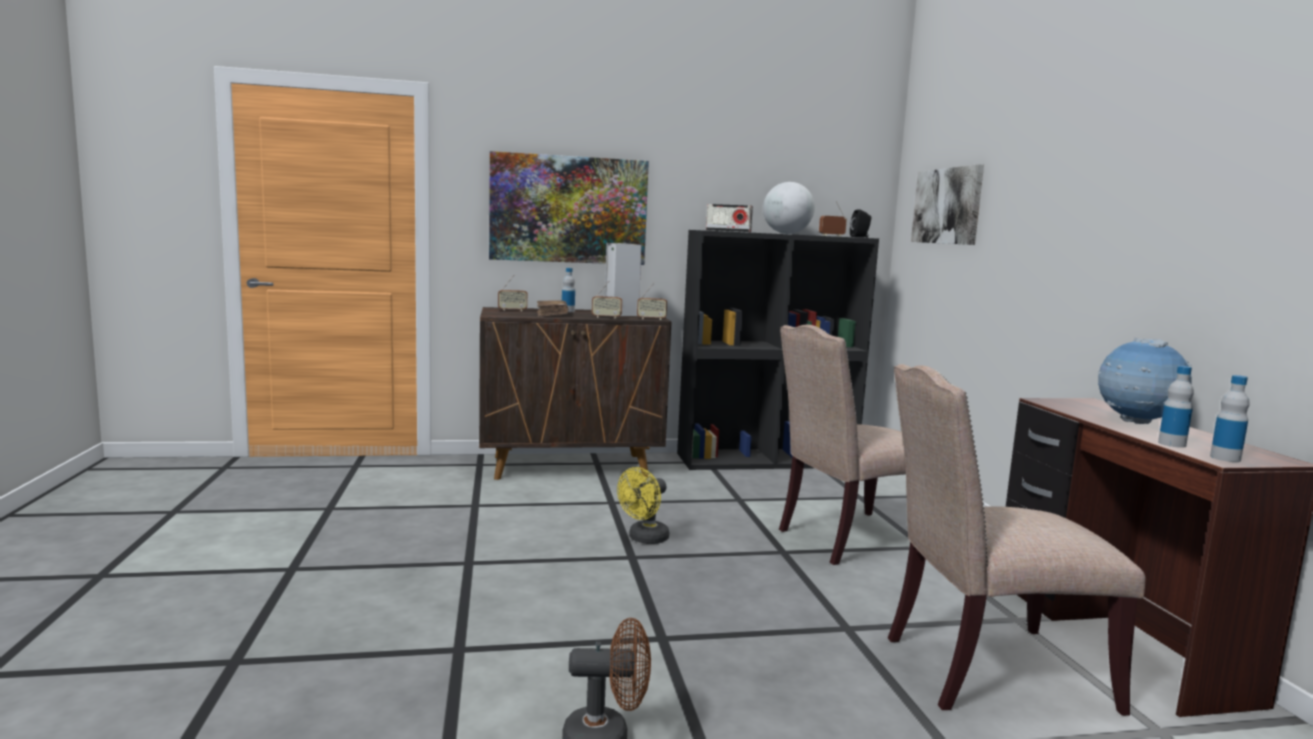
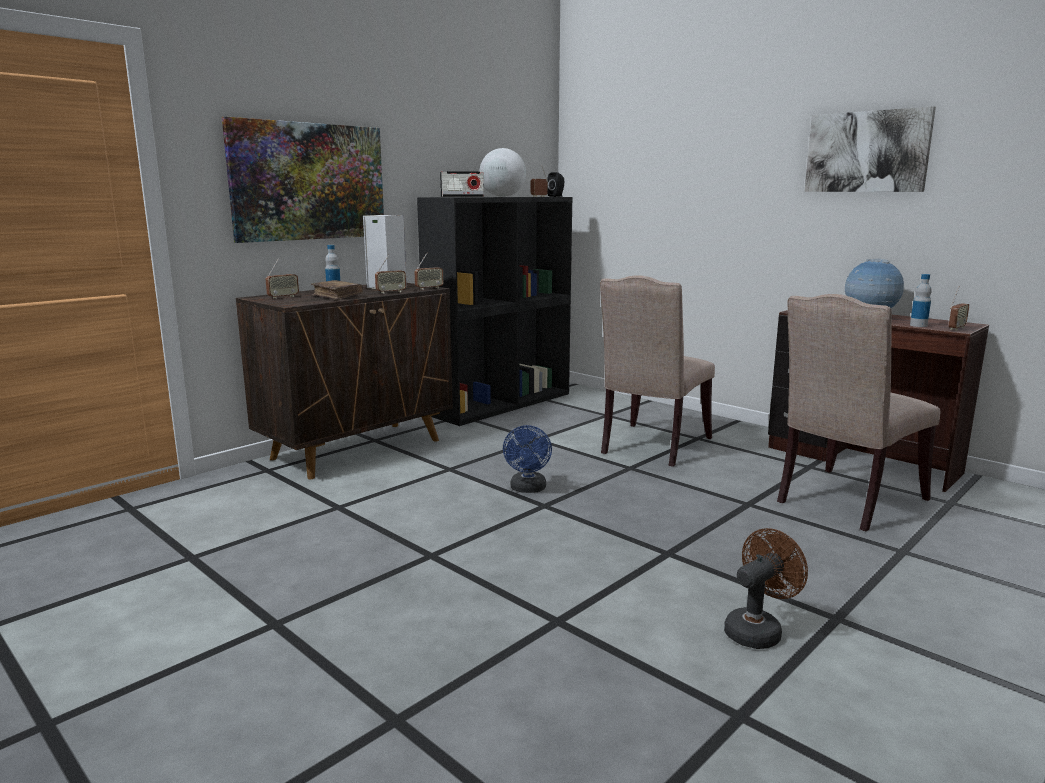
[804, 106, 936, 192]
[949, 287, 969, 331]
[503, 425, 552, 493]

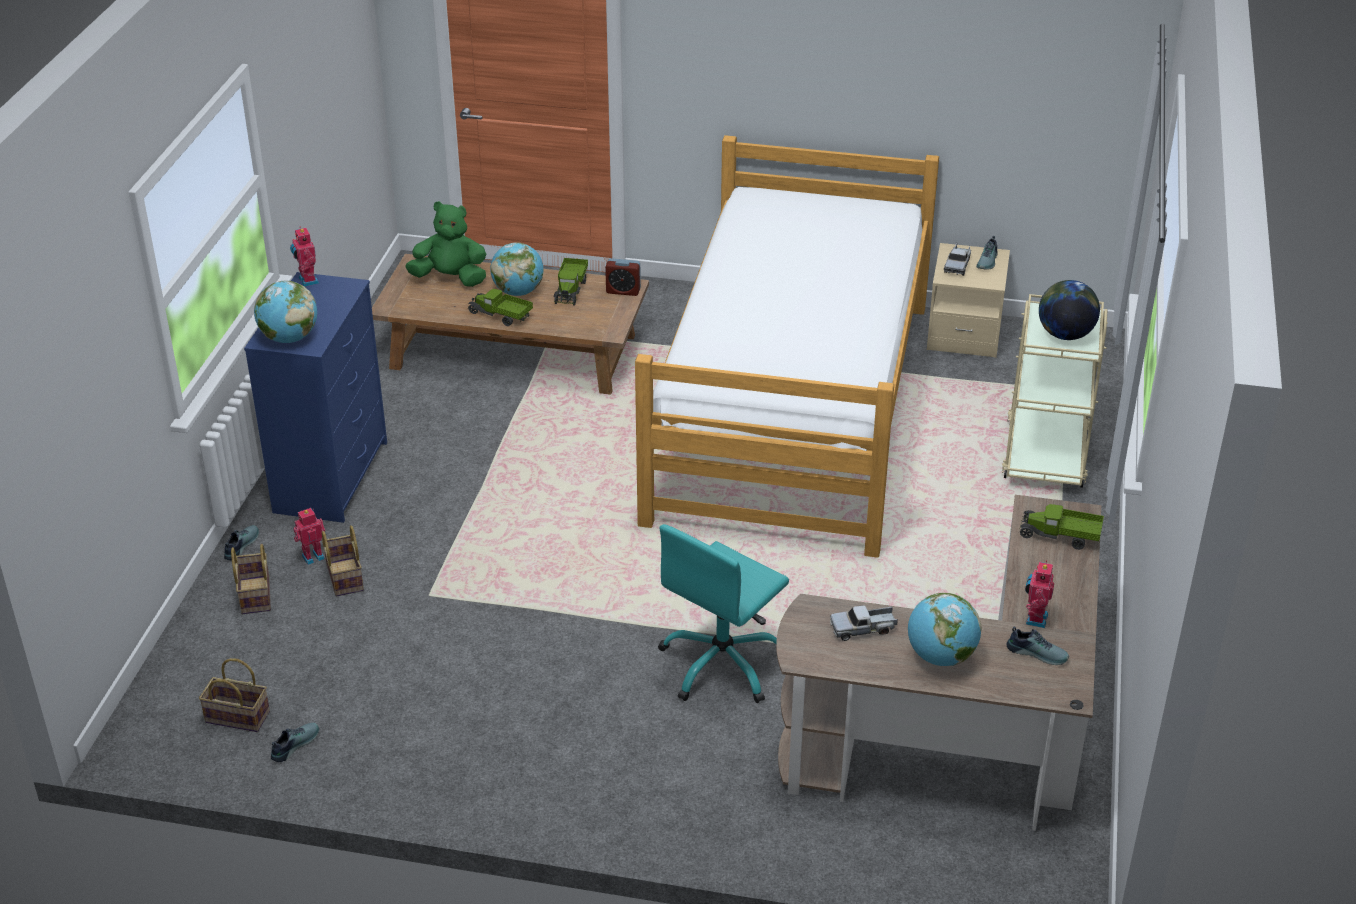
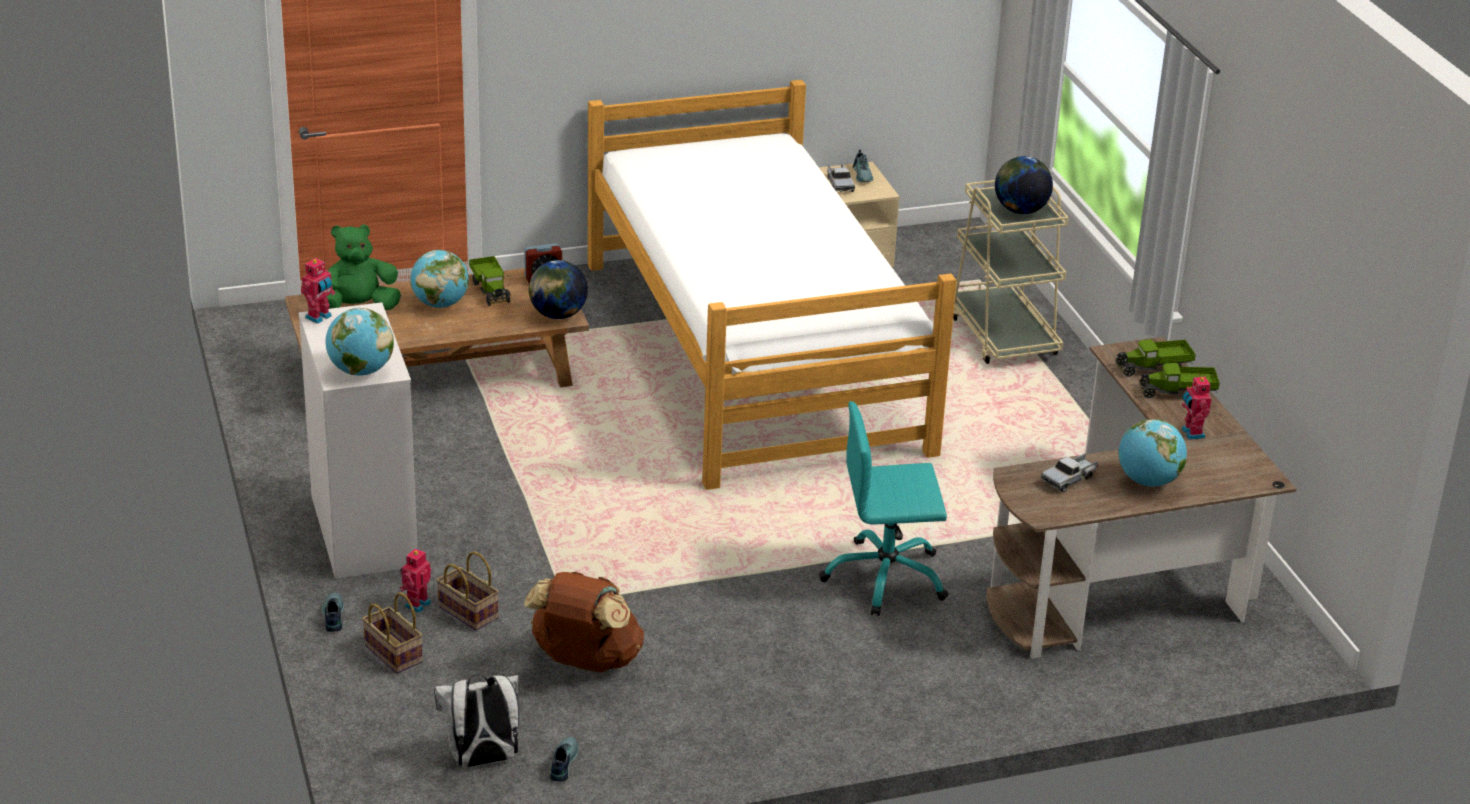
[1007, 627, 1069, 665] (first image)
[524, 571, 644, 673]
[529, 260, 588, 319]
[1139, 363, 1220, 398]
[434, 674, 519, 767]
[299, 302, 417, 579]
[301, 258, 335, 324]
[819, 401, 949, 616]

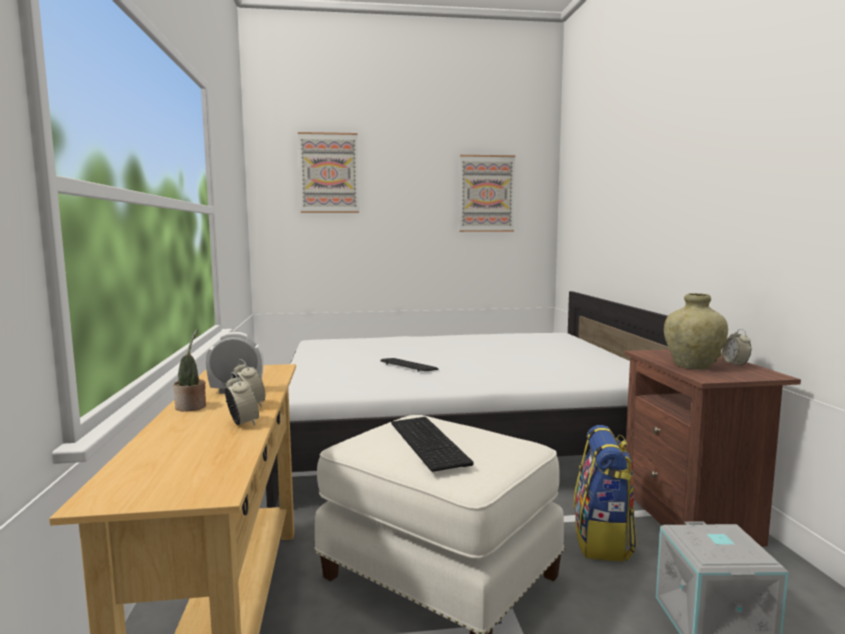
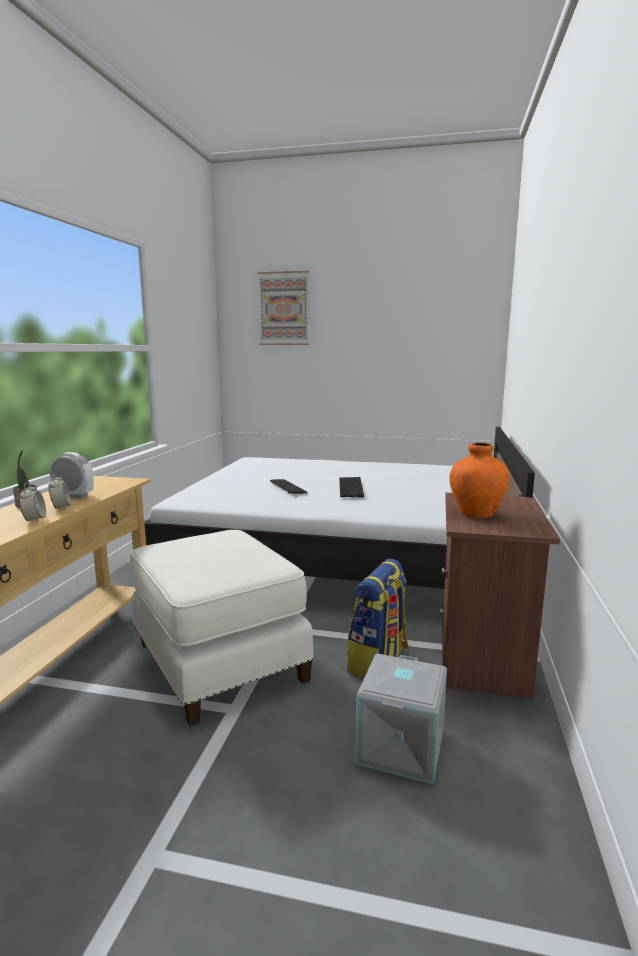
[459, 155, 515, 232] (first image)
[722, 329, 751, 366] (first image)
[339, 477, 364, 497]
[450, 442, 510, 518]

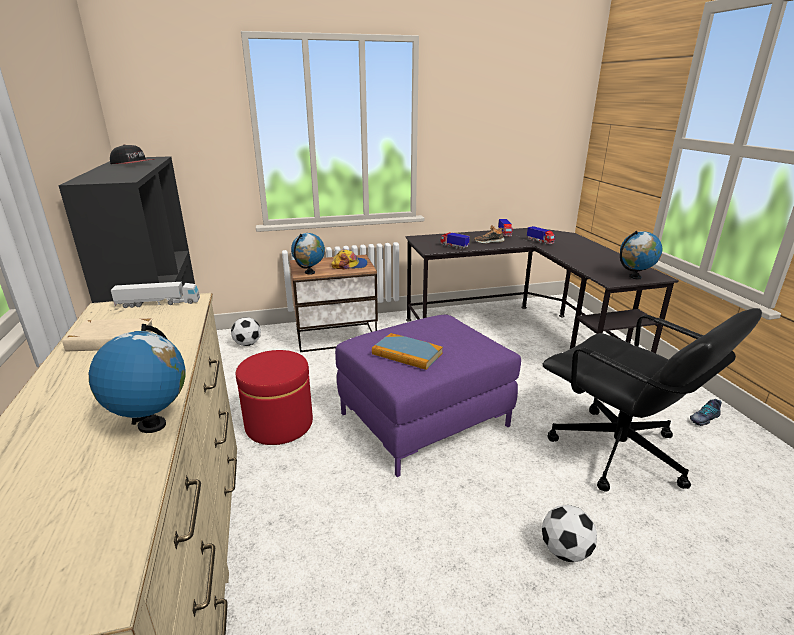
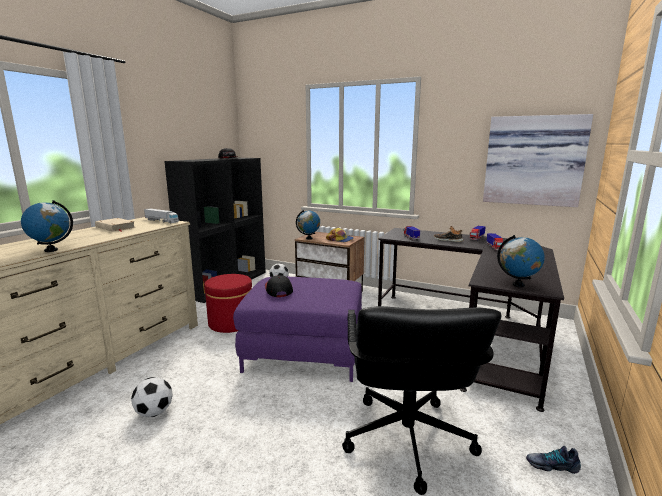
[483, 114, 593, 207]
[131, 377, 173, 417]
[265, 275, 293, 297]

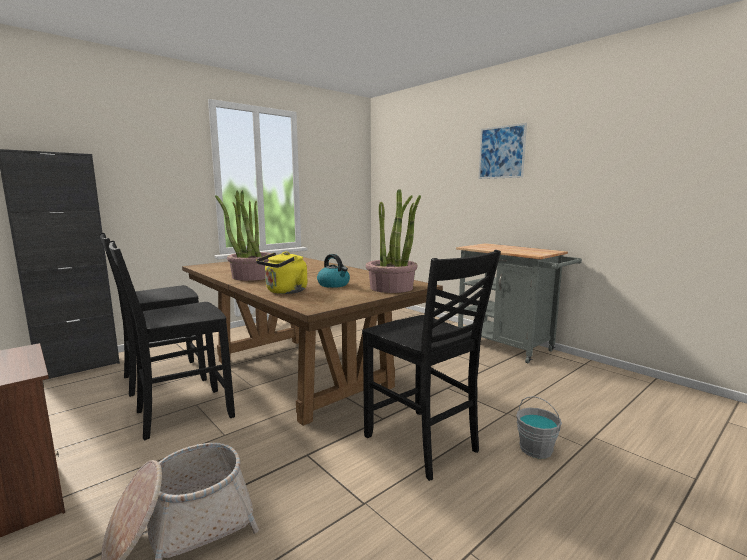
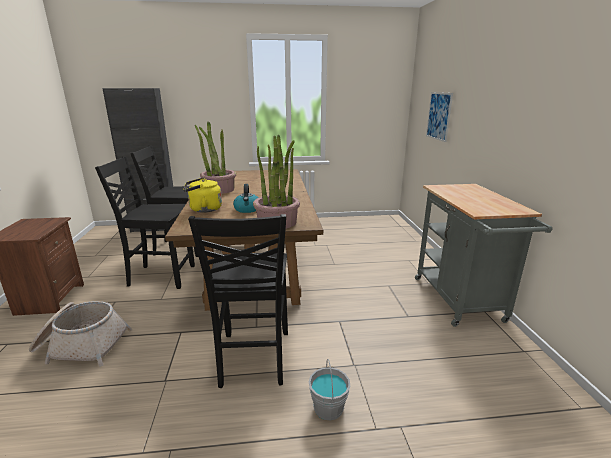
[426, 92, 453, 142]

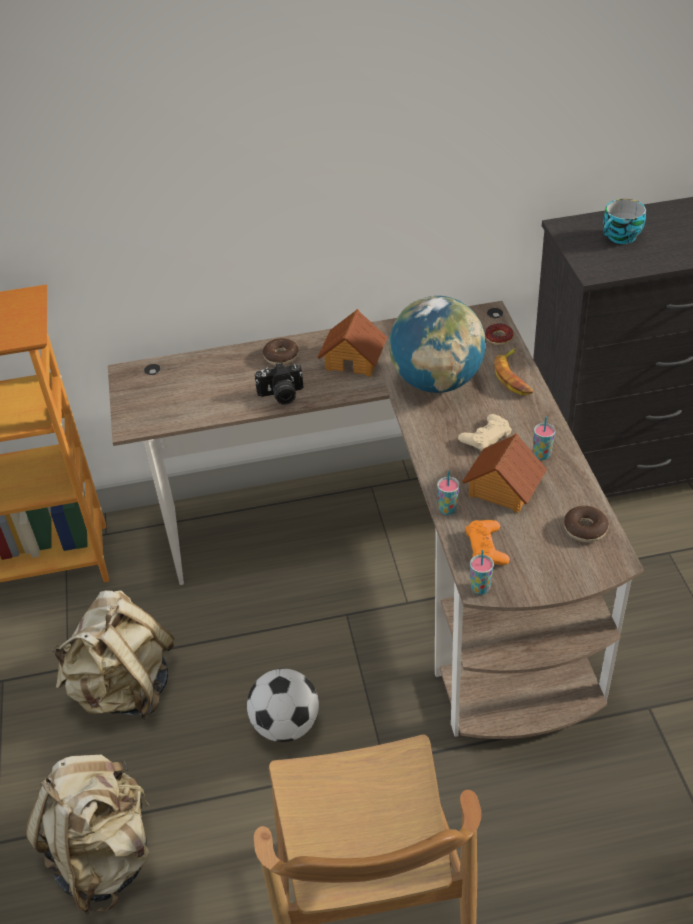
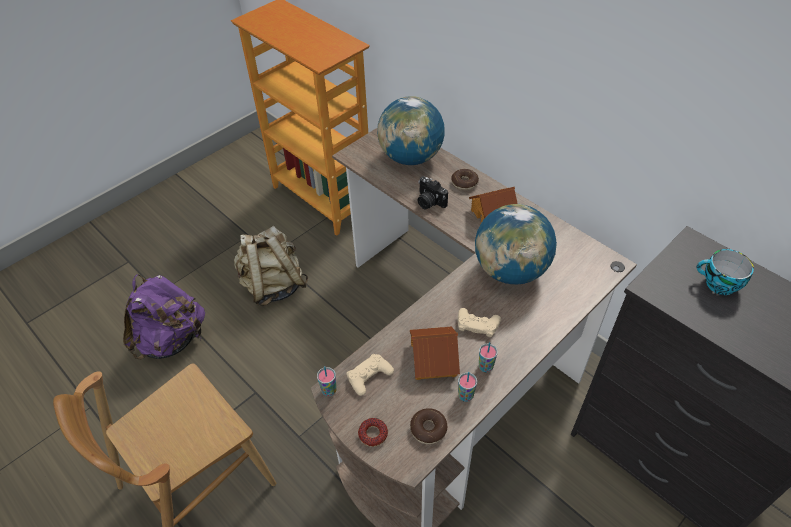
[247, 668, 319, 742] (first image)
[494, 348, 533, 395] (first image)
[377, 96, 445, 165]
[458, 372, 477, 402]
[358, 418, 388, 447]
[123, 274, 205, 360]
[346, 354, 394, 396]

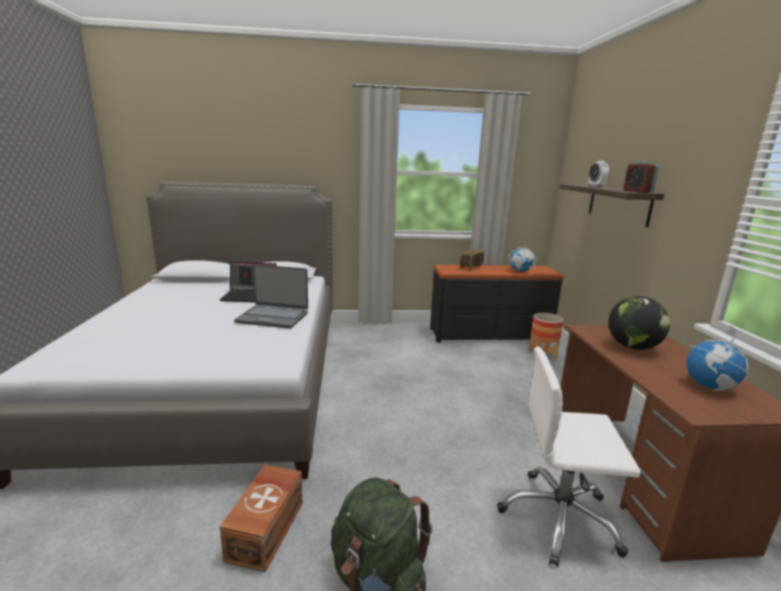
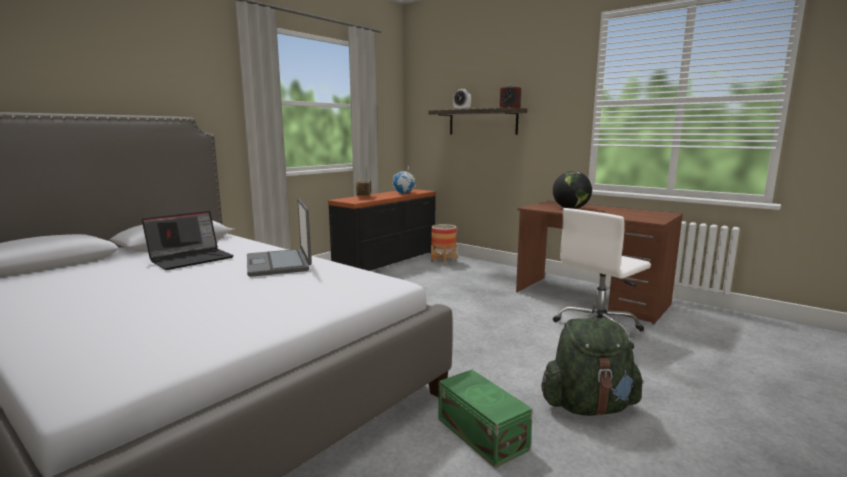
[687, 325, 751, 391] (first image)
[438, 370, 533, 468]
[247, 198, 312, 277]

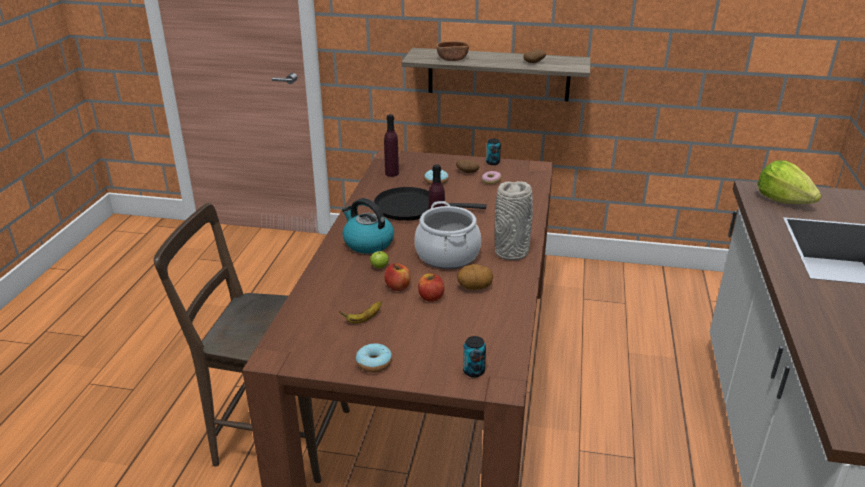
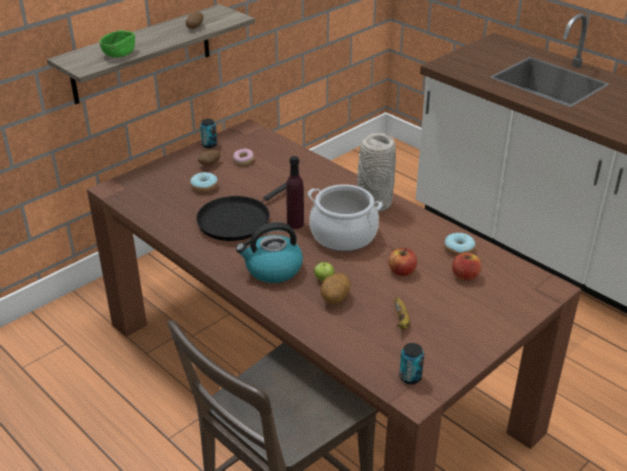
[384, 114, 399, 177] (first image)
[757, 160, 821, 204] (first image)
[444, 233, 475, 256]
[452, 253, 481, 281]
[321, 273, 351, 304]
[399, 343, 424, 384]
[99, 30, 135, 58]

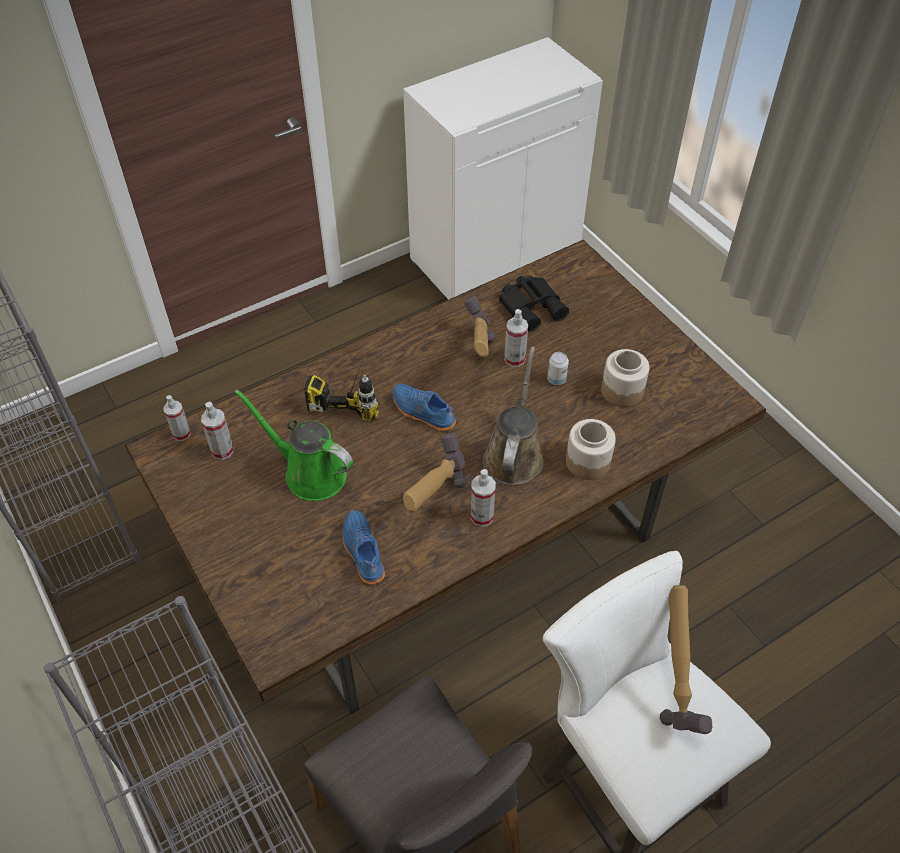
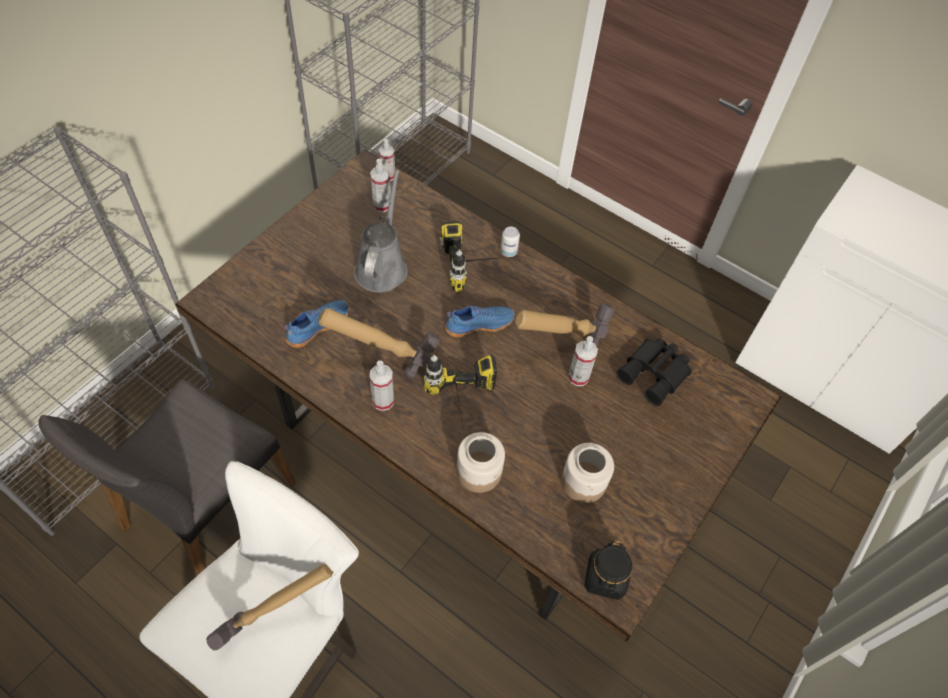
[584, 541, 632, 600]
[500, 226, 520, 257]
[424, 355, 497, 433]
[354, 170, 408, 293]
[445, 306, 514, 337]

